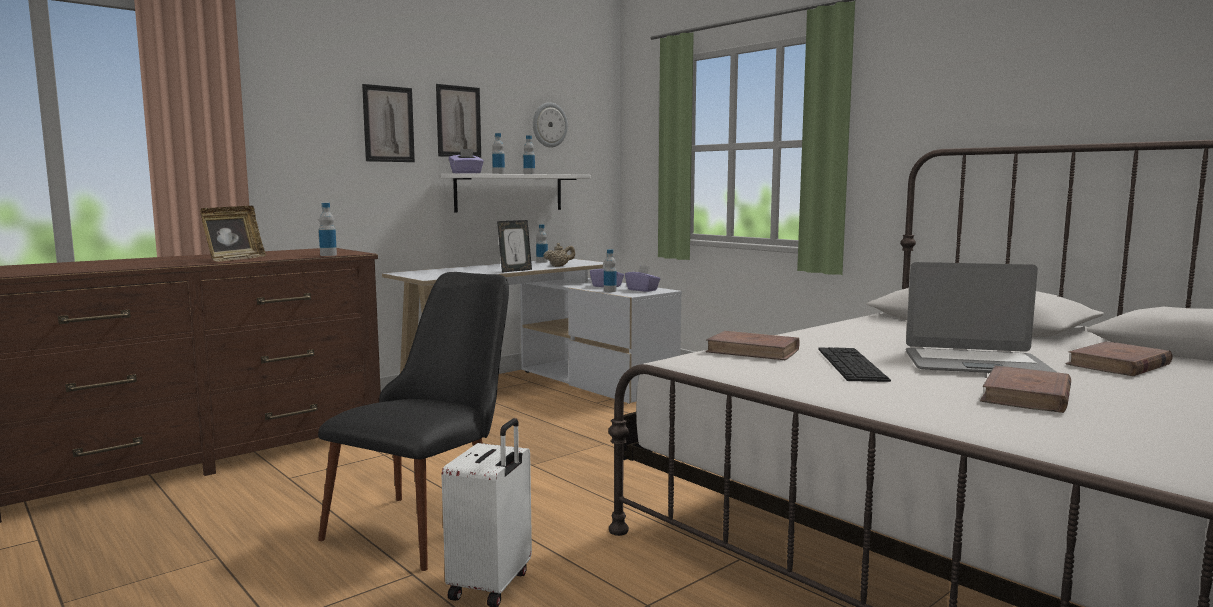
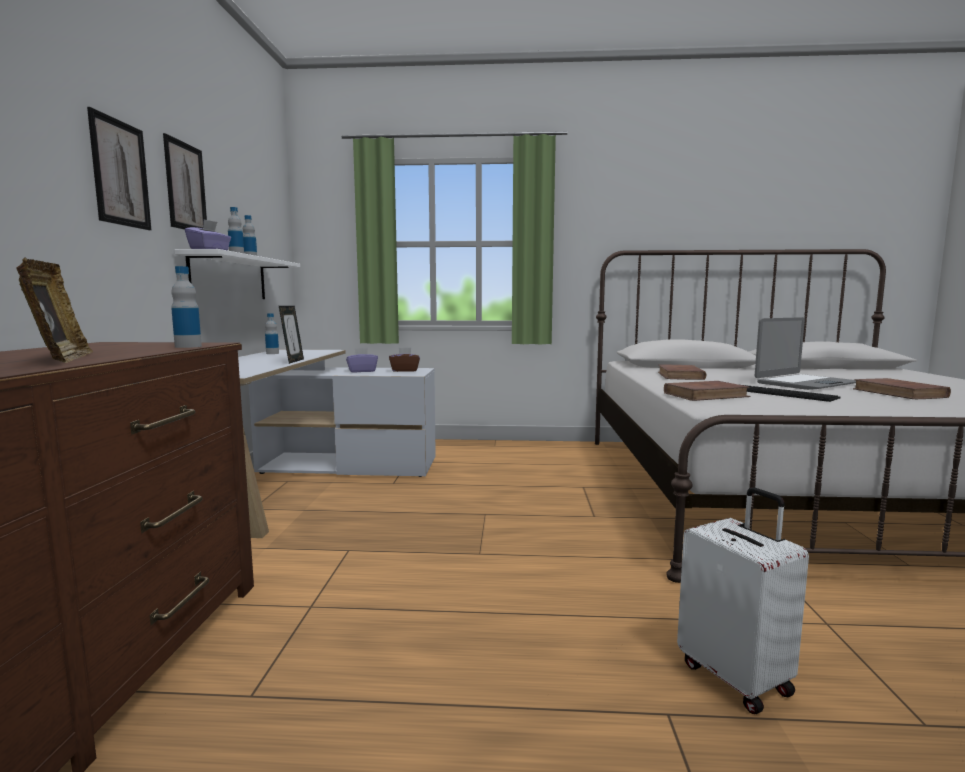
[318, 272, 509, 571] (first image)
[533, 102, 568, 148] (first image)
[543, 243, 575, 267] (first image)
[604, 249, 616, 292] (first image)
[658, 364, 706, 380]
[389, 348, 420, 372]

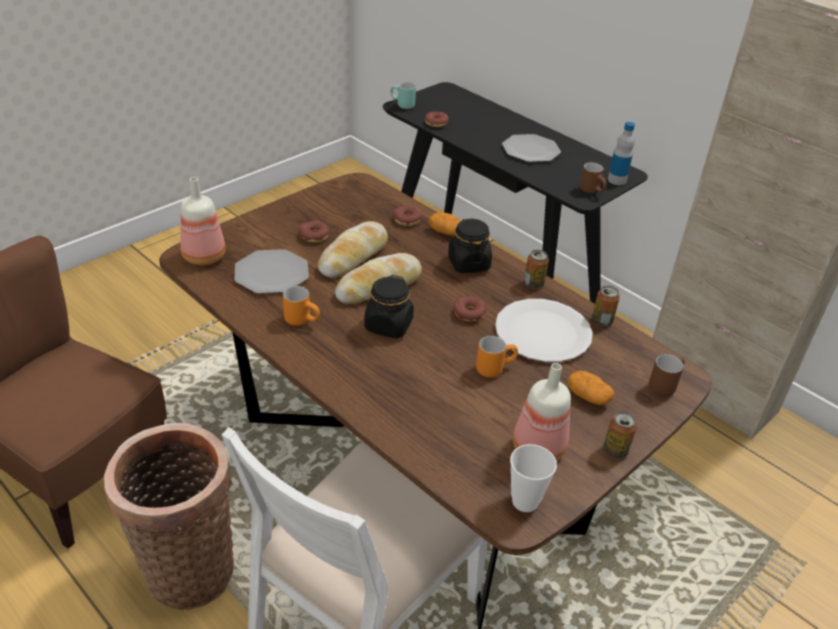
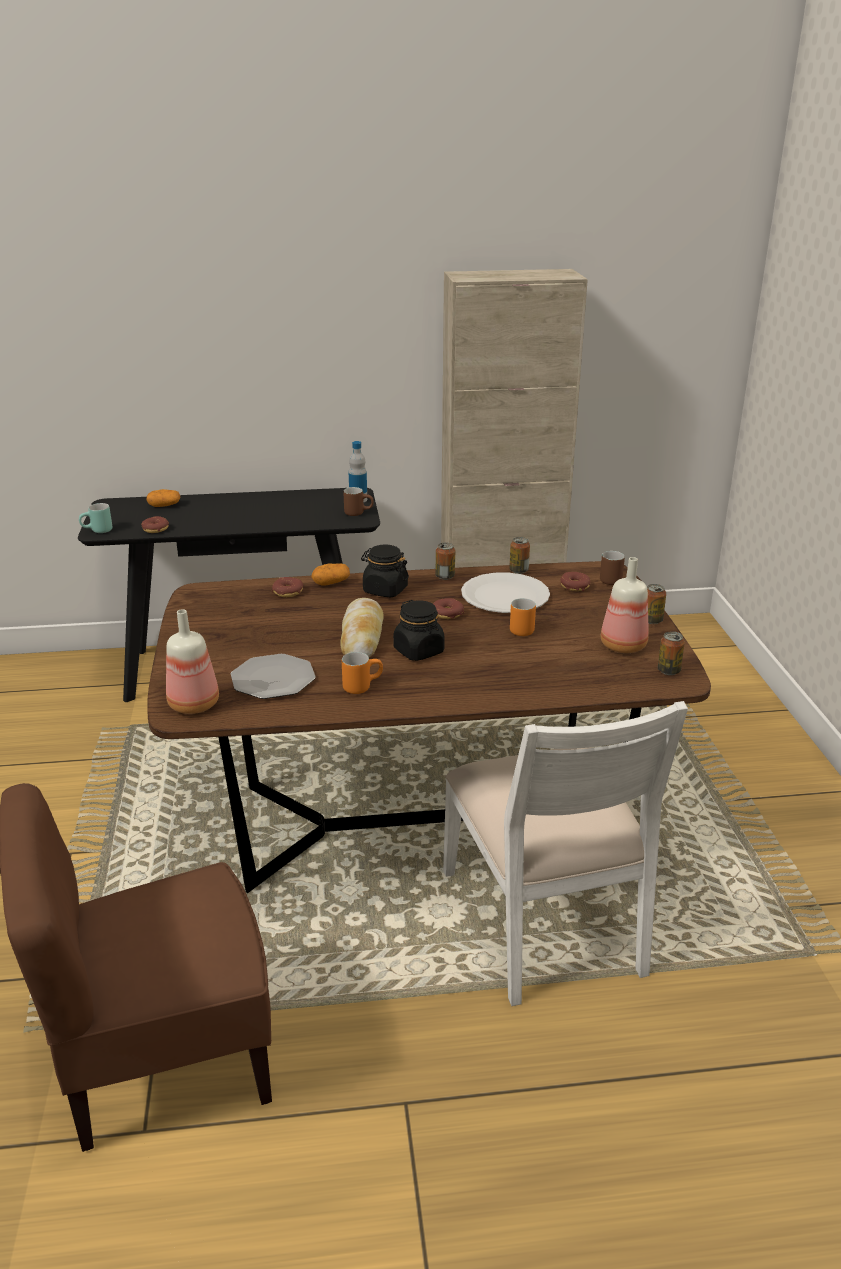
[104, 423, 234, 610] (first image)
[318, 221, 388, 278] (first image)
[502, 134, 561, 162] (first image)
[560, 572, 591, 591]
[147, 489, 180, 507]
[658, 632, 685, 675]

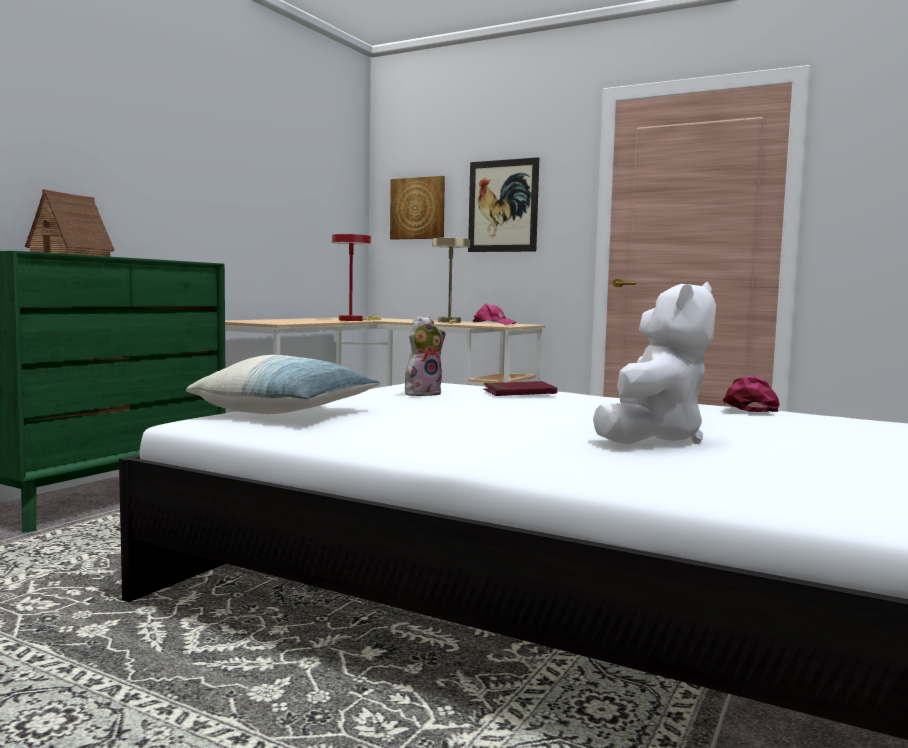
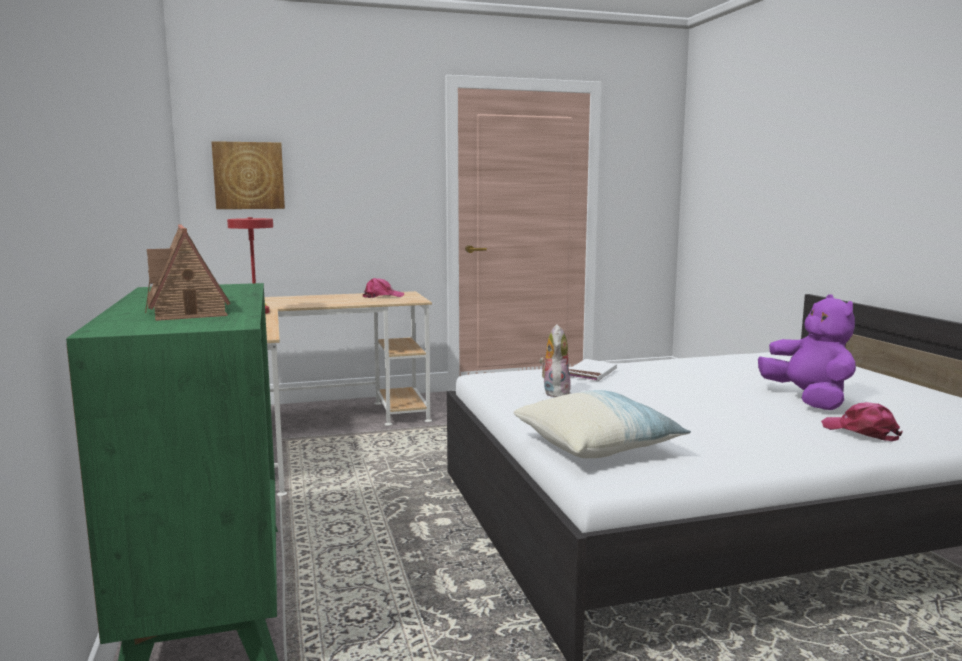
[432, 238, 470, 323] (first image)
[468, 157, 539, 252] (first image)
[821, 402, 902, 441]
[569, 359, 617, 381]
[758, 294, 856, 410]

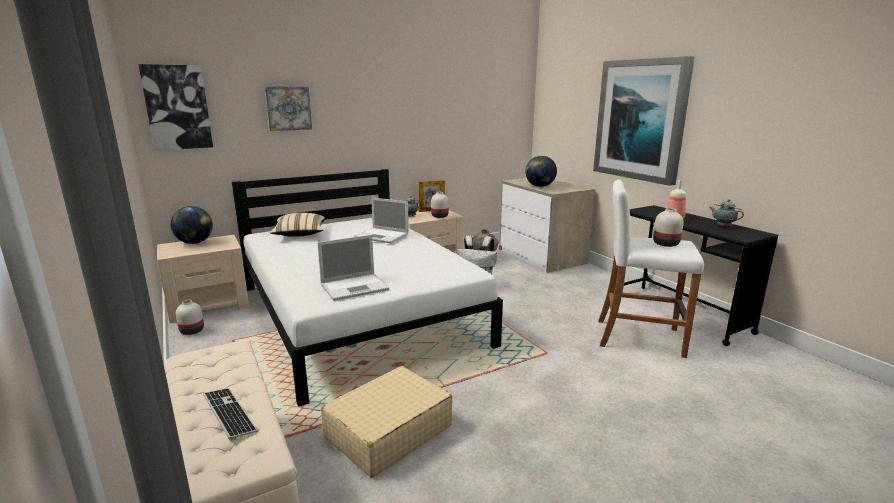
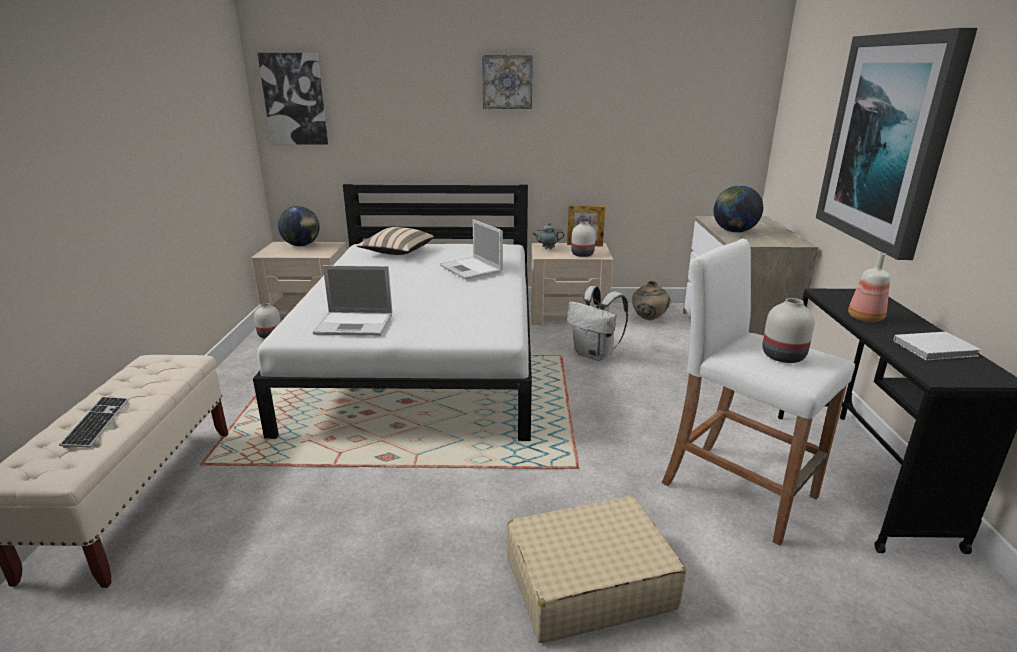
[482, 55, 533, 109]
[507, 496, 686, 643]
[893, 332, 981, 360]

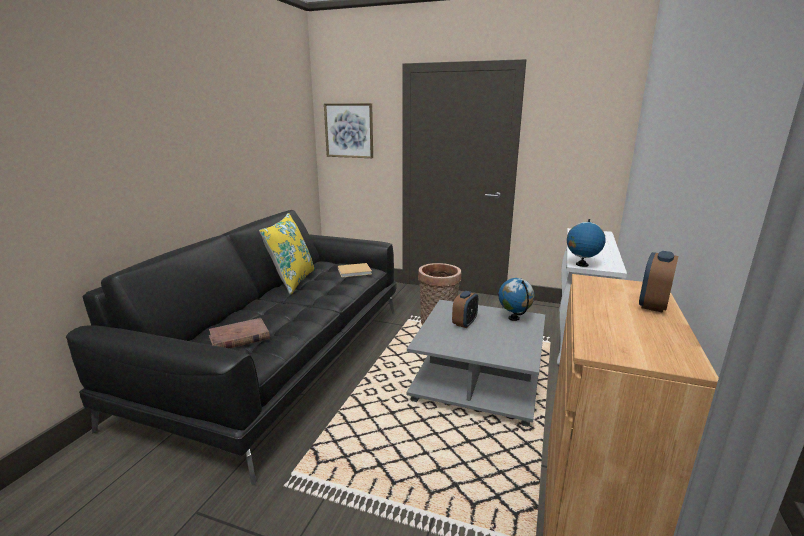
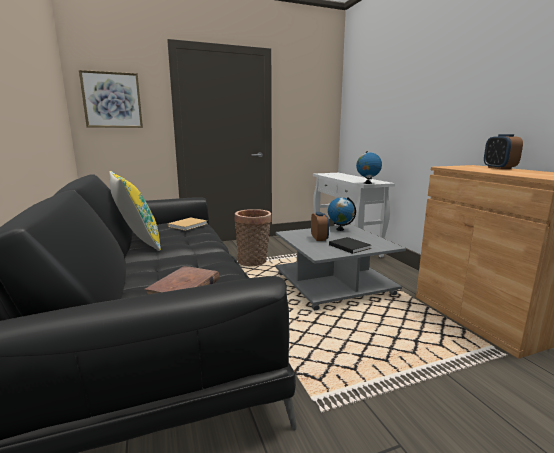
[329, 237, 371, 254]

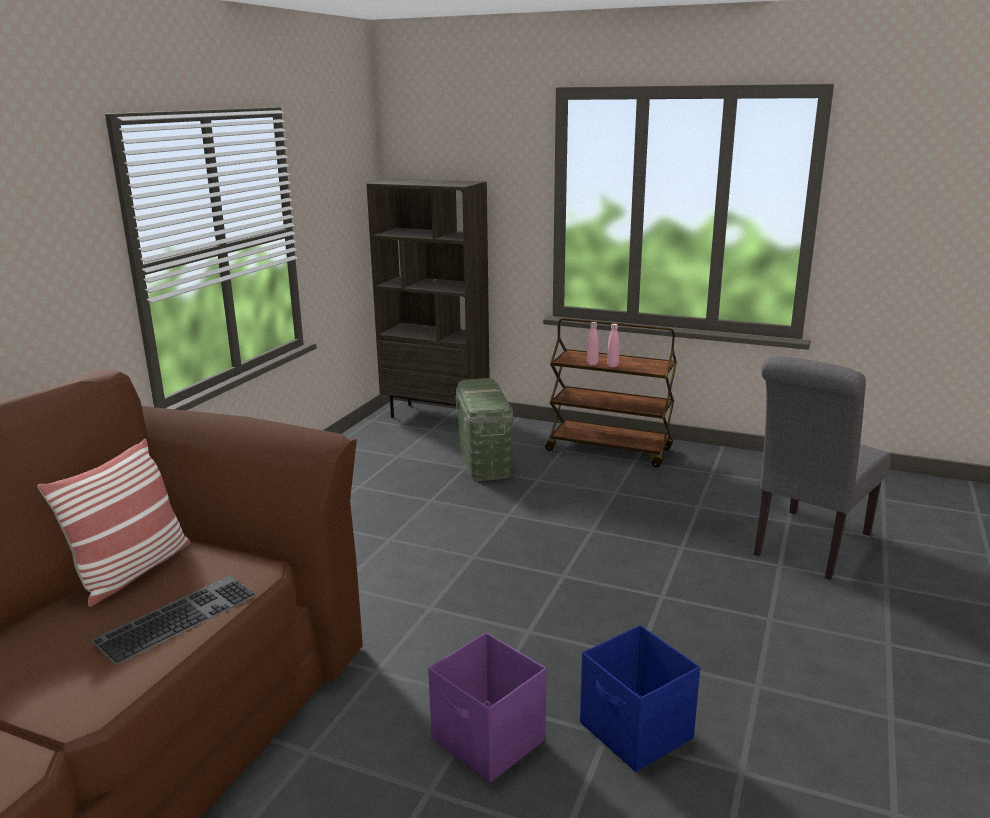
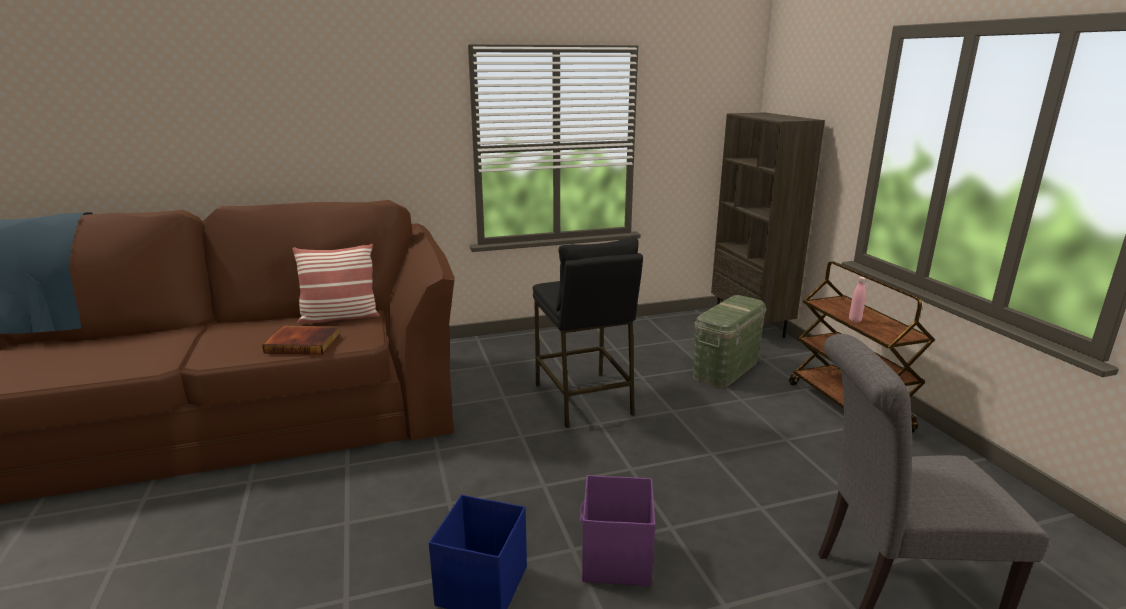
[587, 322, 599, 365] (first image)
[533, 237, 643, 428]
[580, 475, 655, 586]
[262, 326, 340, 354]

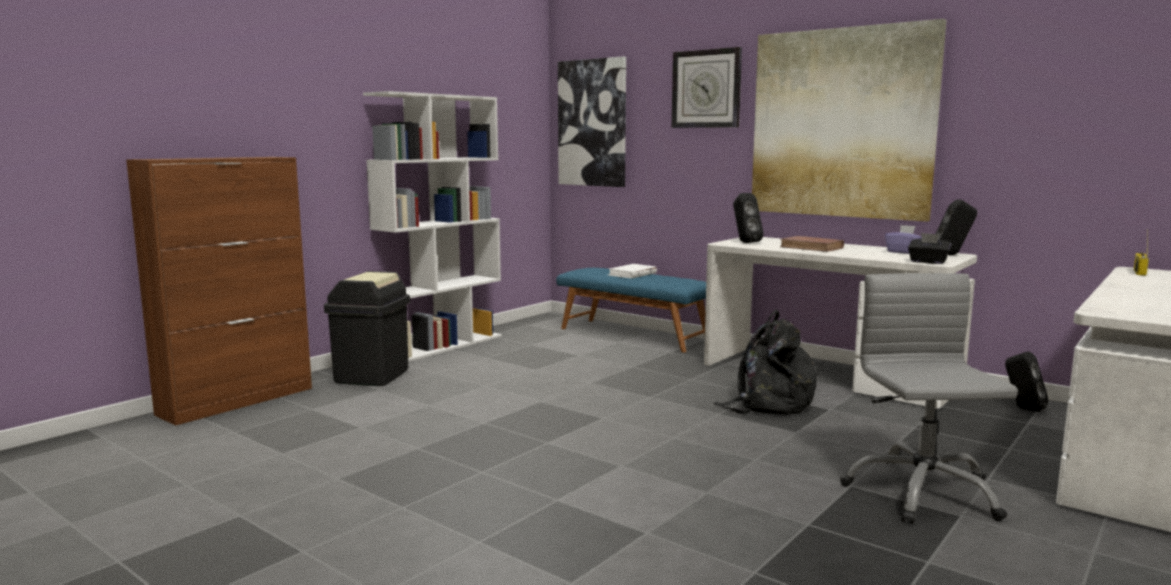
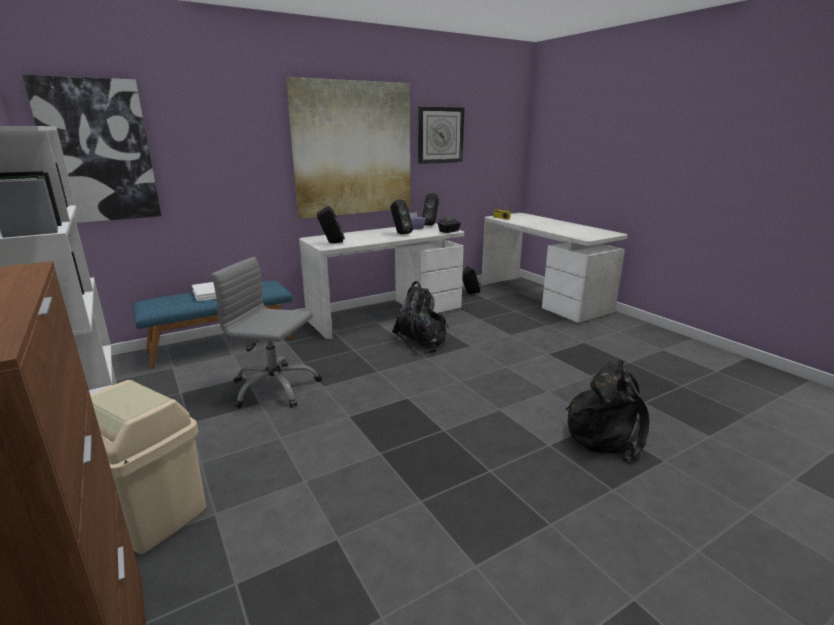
[780, 236, 844, 252] (first image)
[390, 199, 413, 234]
[566, 360, 650, 461]
[418, 107, 464, 164]
[211, 257, 322, 408]
[90, 380, 206, 554]

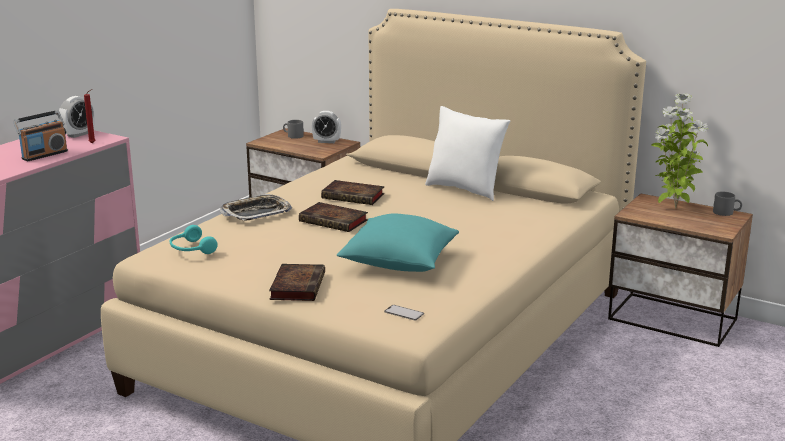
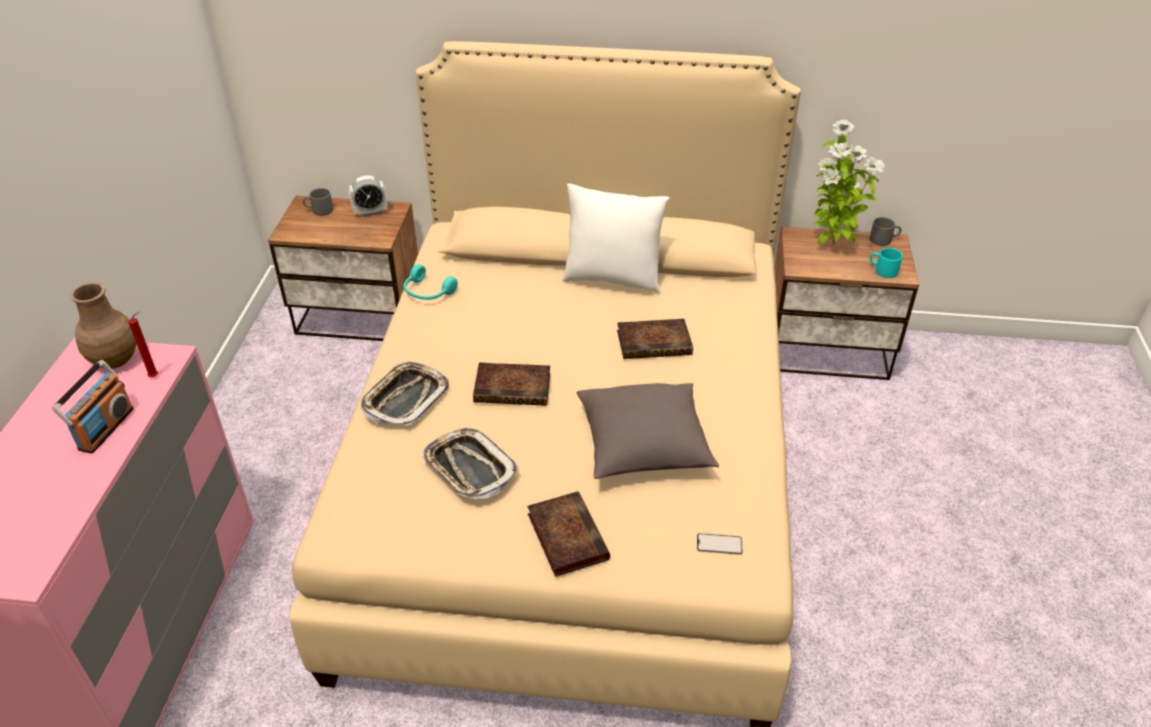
[421, 428, 519, 499]
[870, 248, 903, 278]
[404, 264, 458, 300]
[617, 319, 693, 359]
[70, 282, 137, 369]
[576, 383, 719, 479]

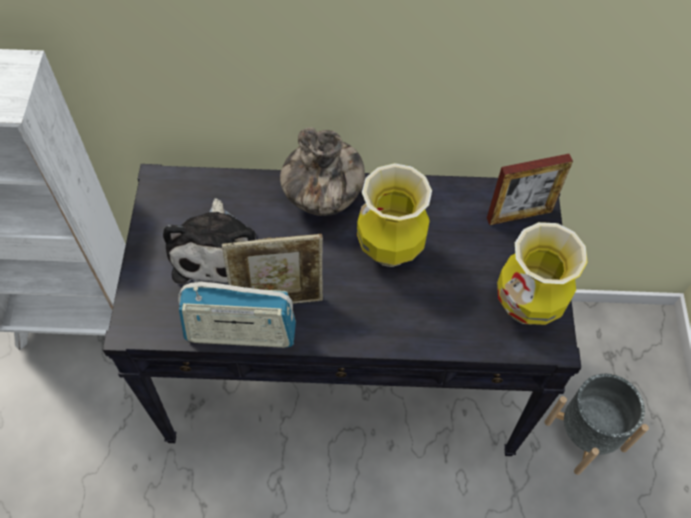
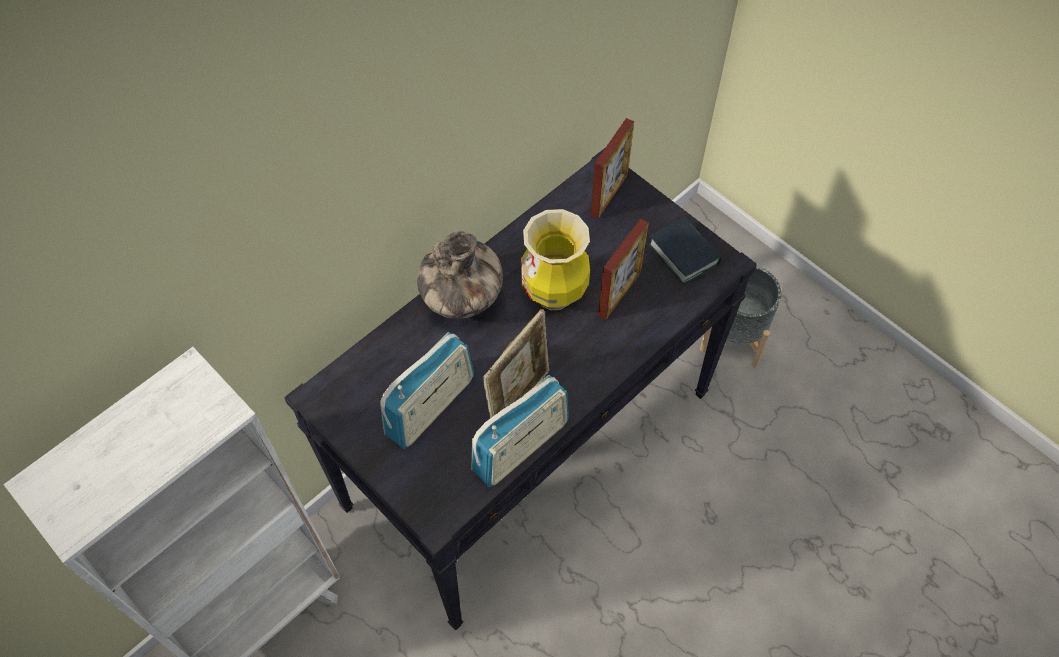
[598, 219, 649, 320]
[380, 332, 474, 449]
[649, 217, 721, 285]

